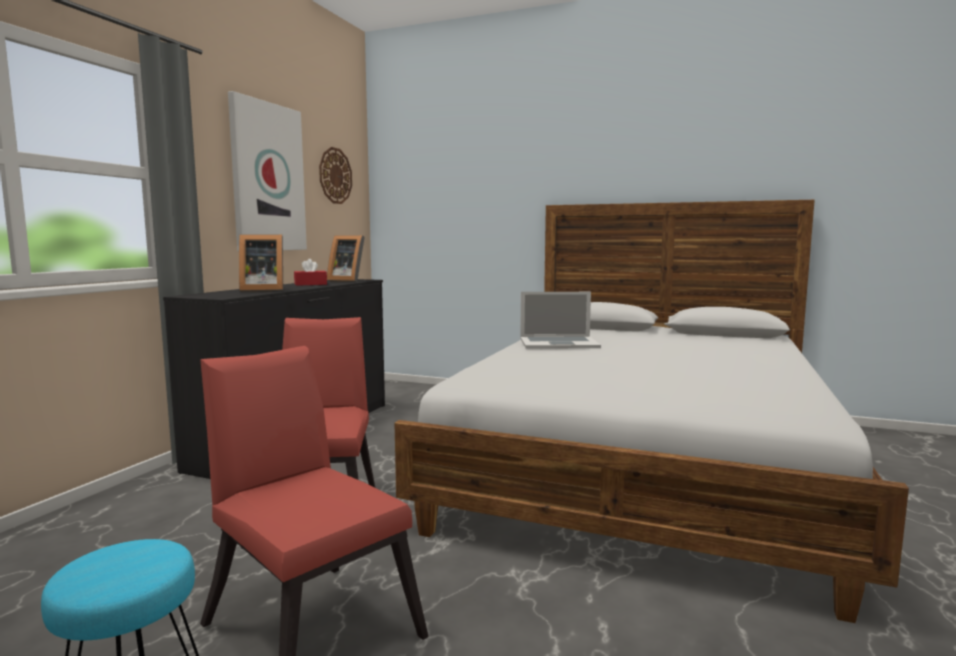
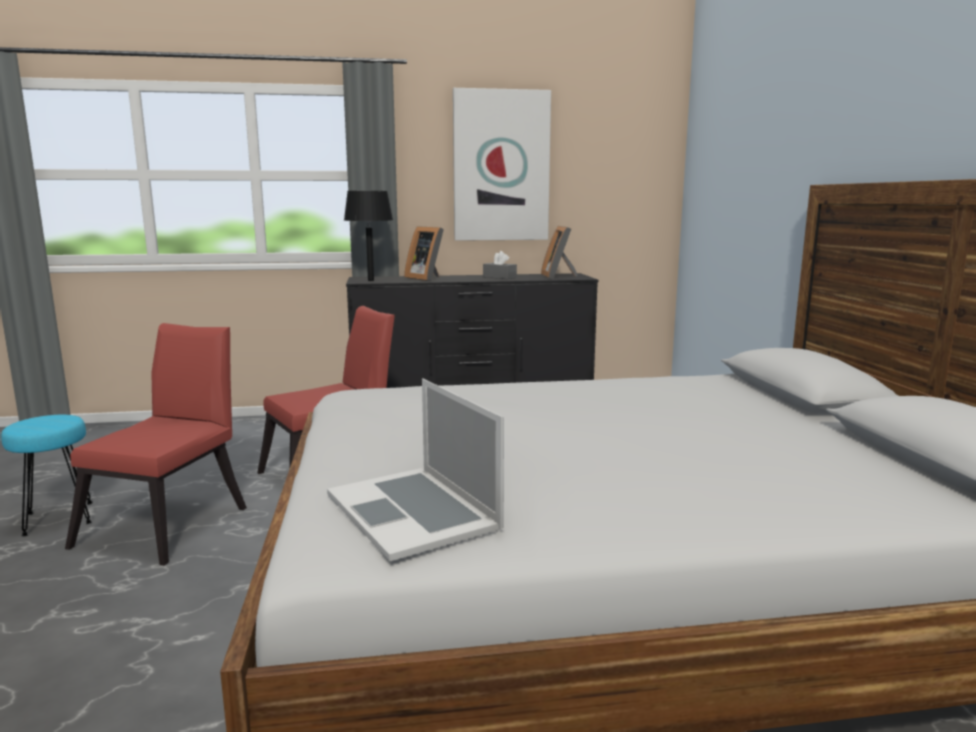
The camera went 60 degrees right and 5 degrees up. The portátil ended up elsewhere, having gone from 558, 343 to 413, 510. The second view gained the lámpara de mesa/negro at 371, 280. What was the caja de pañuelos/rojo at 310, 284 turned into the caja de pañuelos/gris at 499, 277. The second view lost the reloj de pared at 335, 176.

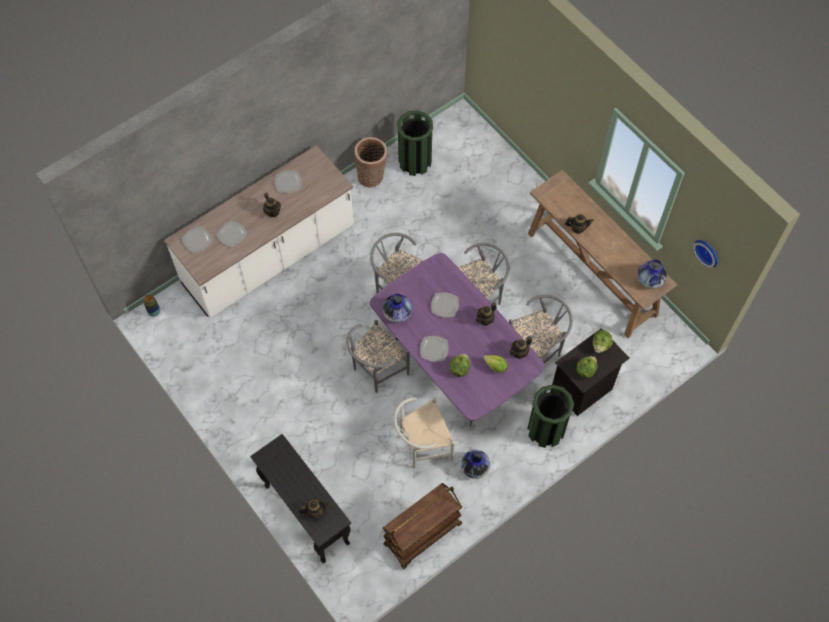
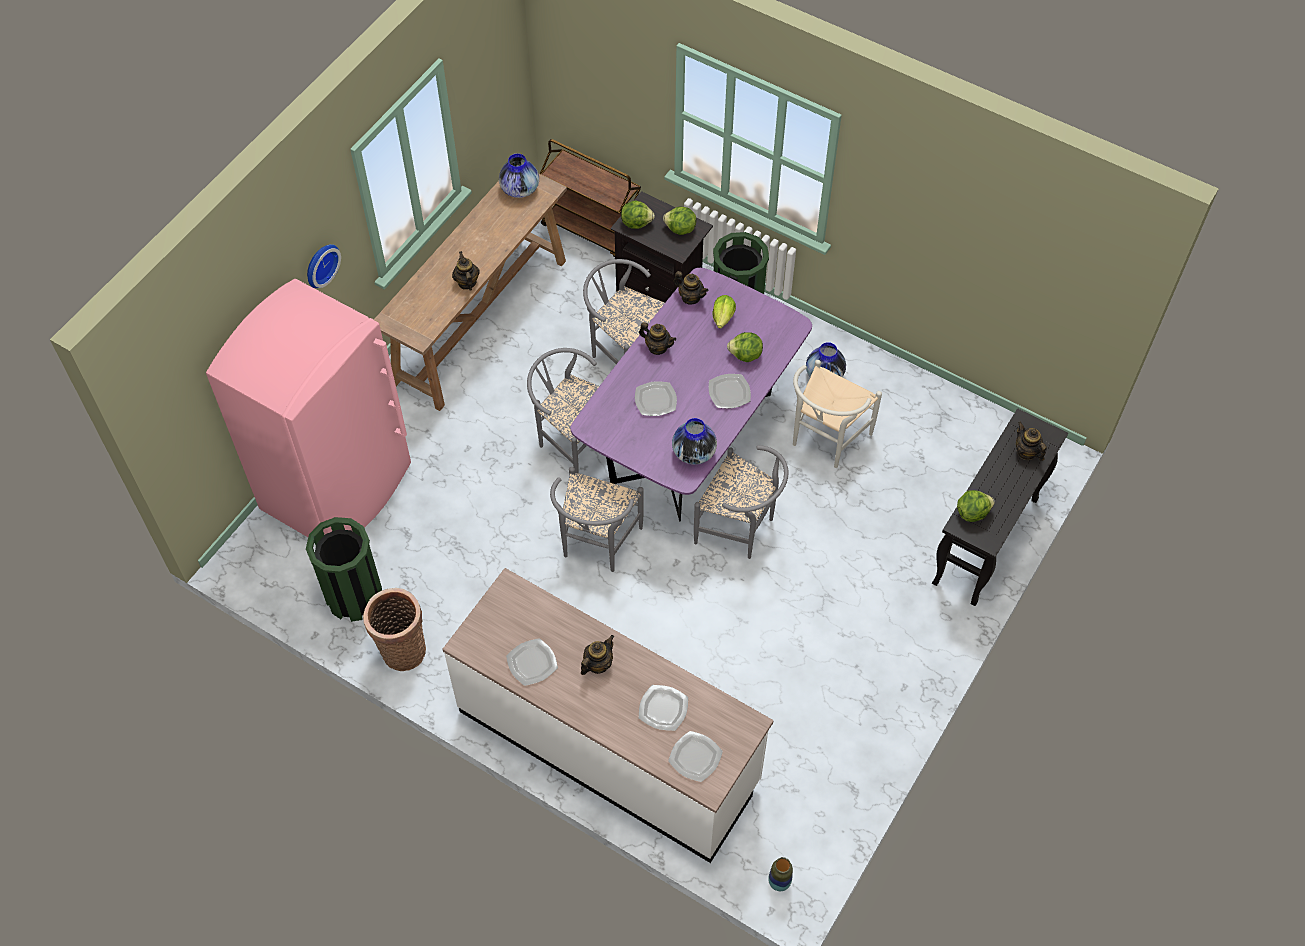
The camera went 110 degrees left and 5 degrees down. The second view gained the nevera/rosa at 338, 487. The reloj de pared ended up elsewhere, having gone from 708, 252 to 320, 264. The carrito/marrón ended up elsewhere, having gone from 422, 535 to 593, 231. The silla/blanco at 421, 446 ended up facing another way, 75 degrees clockwise from before. The second view gained the lechuga at 972, 512.

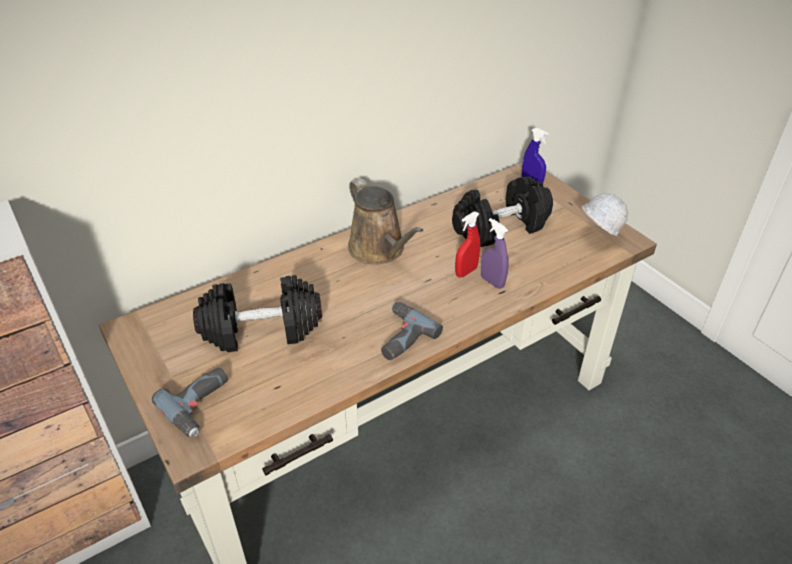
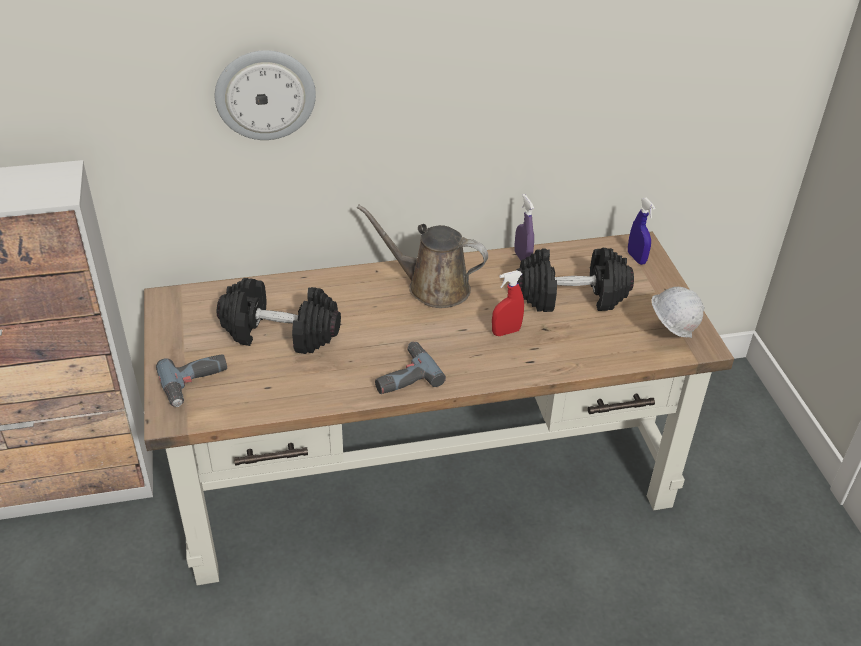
The camera went 20 degrees right and 0 degrees up. The second view gained the reloj de pared at 265, 94. The regadera/marrón at 379, 250 ended up facing another way, 120 degrees clockwise from before. The pulverizador/morado ended up elsewhere, having gone from 492, 282 to 522, 258.

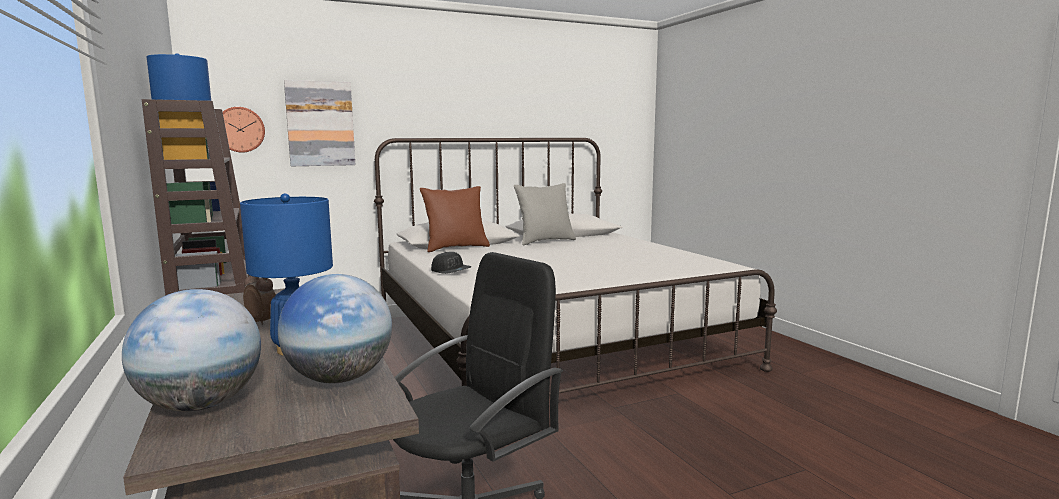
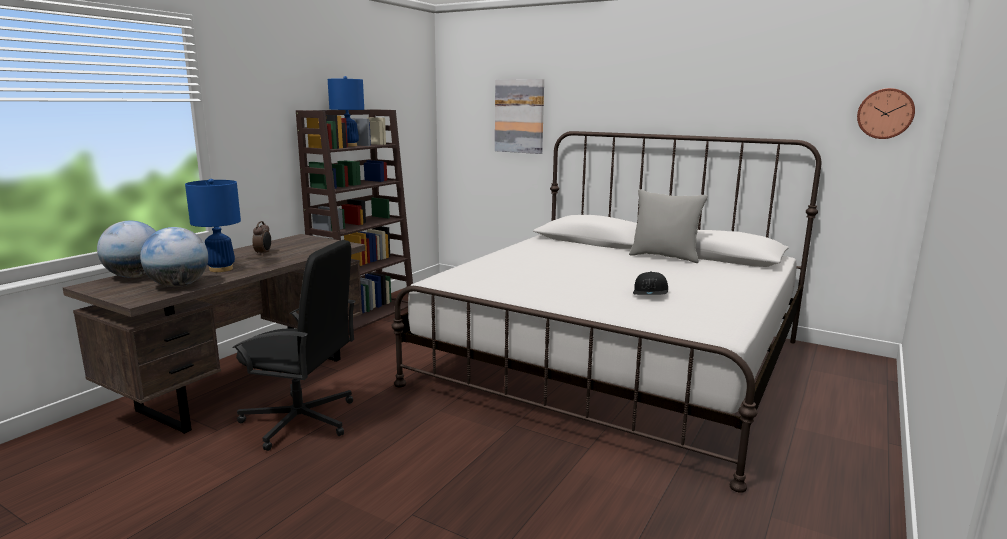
The camera went 55 degrees right and 5 degrees up. The gorra/negro ended up elsewhere, having gone from 451, 271 to 650, 293. The reloj de pared ended up elsewhere, having gone from 240, 129 to 885, 113. The second view lost the cojín/marrón at 456, 248.

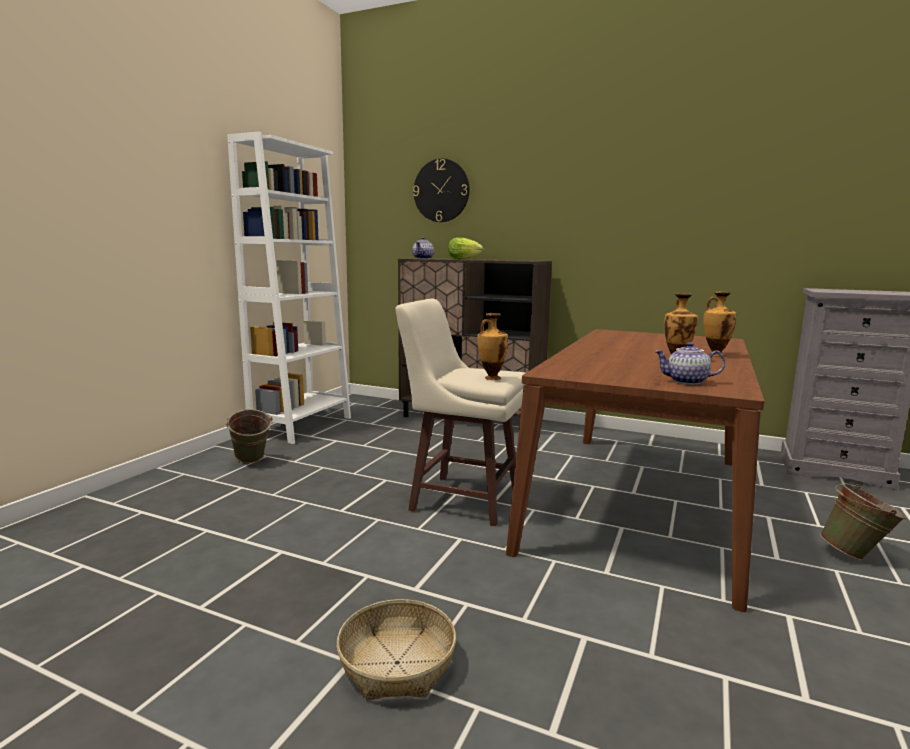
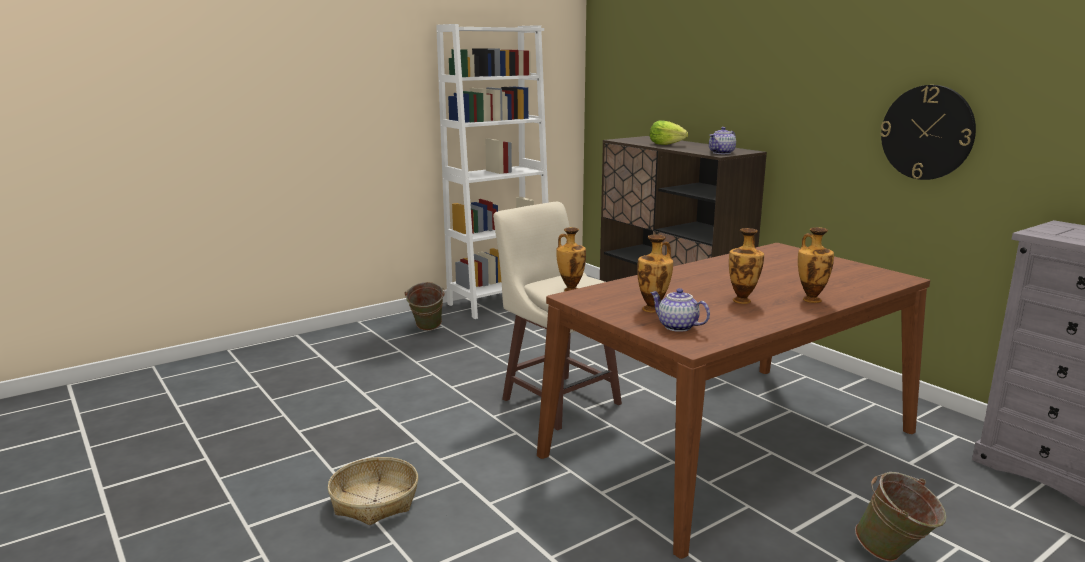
The camera went 30 degrees right and 5 degrees up. The second view gained the florero at 653, 309. The tetera ended up elsewhere, having gone from 423, 258 to 722, 153. The reloj de pared ended up elsewhere, having gone from 441, 190 to 927, 132.

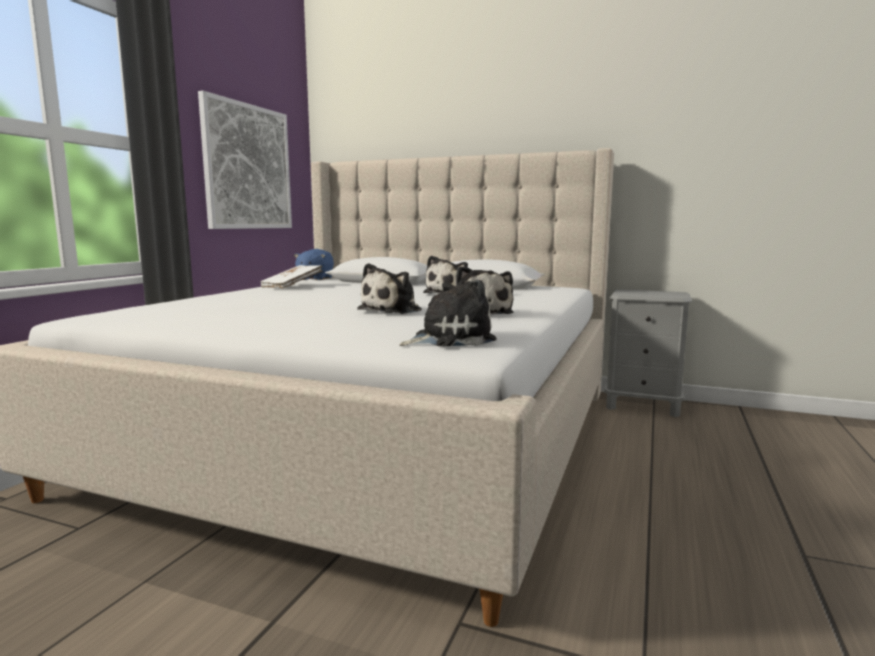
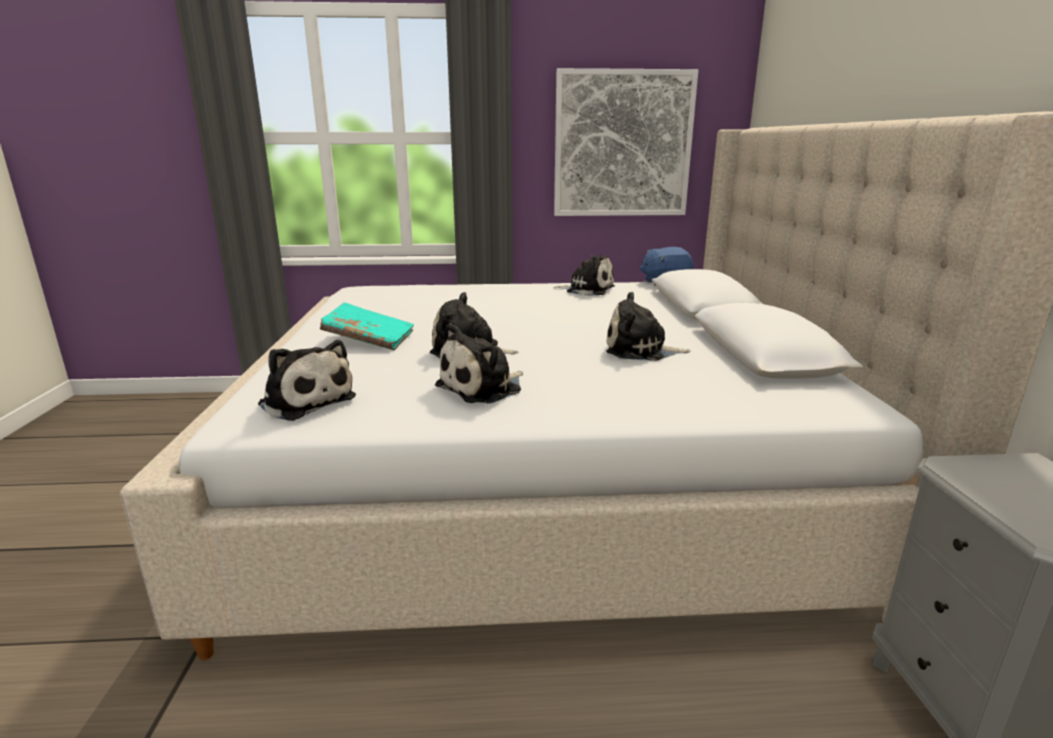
The camera went 65 degrees right and 10 degrees up. The second view gained the libro/turquesa at 369, 340. Where the libro/blanco stood at 292, 286, the peluche came to stand at 587, 290.

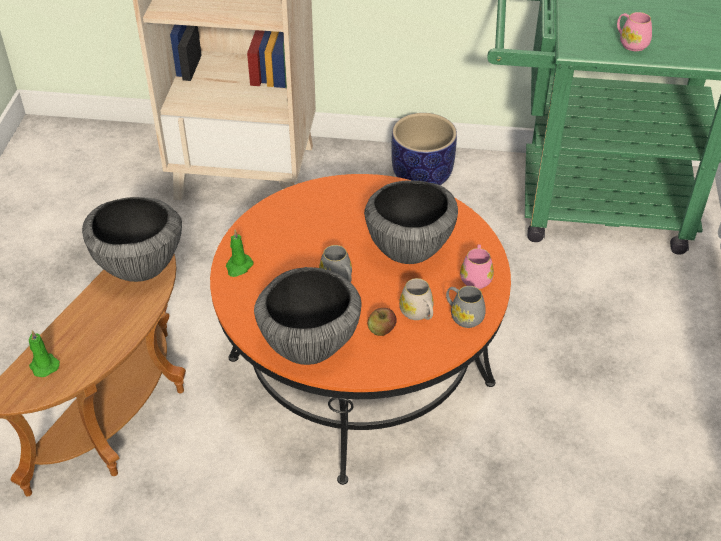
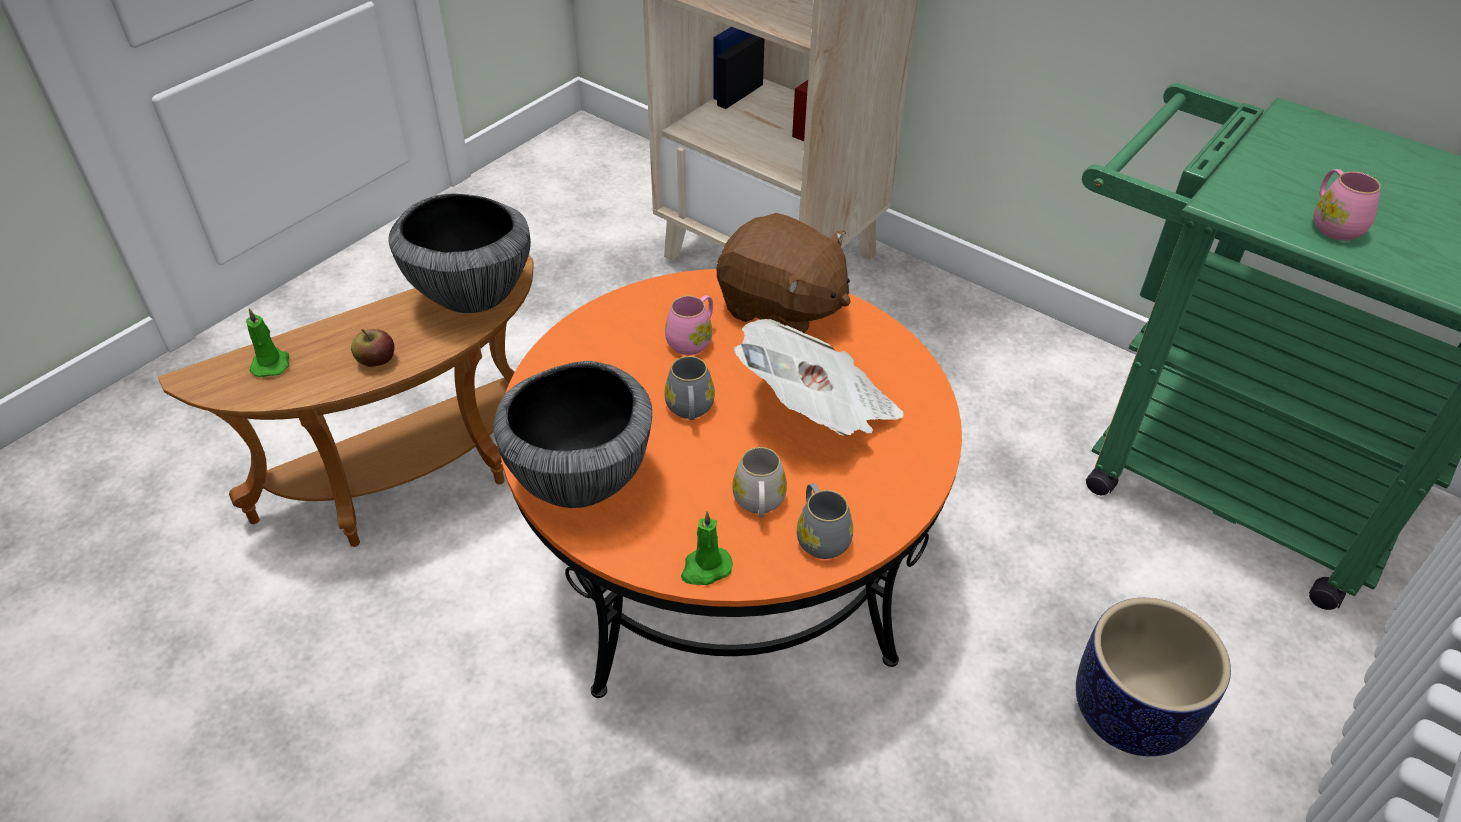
The camera went 30 degrees right and 0 degrees up. The manzana ended up elsewhere, having gone from 381, 330 to 376, 361. The taza grande/rosa ended up elsewhere, having gone from 476, 277 to 693, 340. The vela/verde ended up elsewhere, having gone from 238, 267 to 705, 568. The second view gained the peluche/marrón at 781, 309. Where the cuenco stood at 409, 249, the periódico came to stand at 818, 410. The maceta ended up elsewhere, having gone from 421, 176 to 1128, 711.

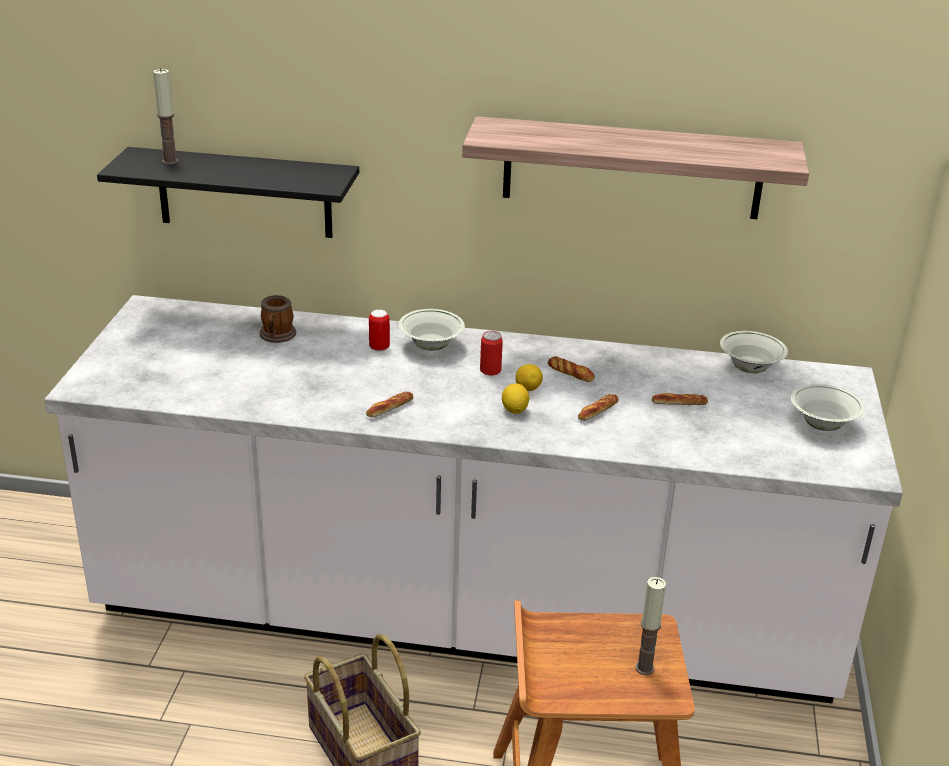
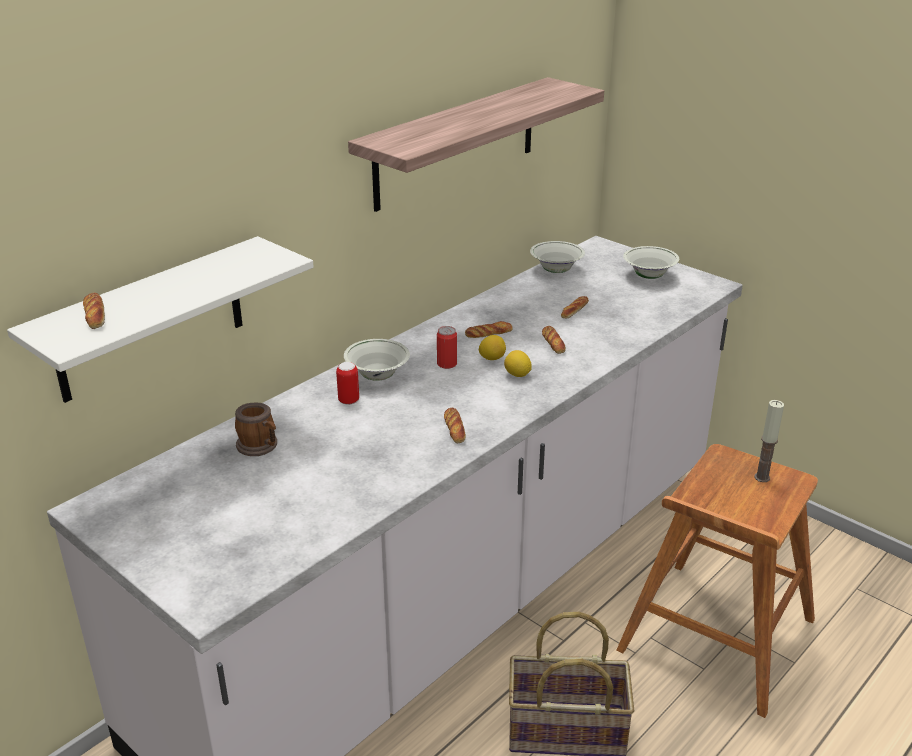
The camera went 55 degrees left and 0 degrees up. What was the estante/negro at 244, 193 turned into the estante/blanco at 150, 320. Where the vela stood at 170, 161, the pan came to stand at 95, 315.

